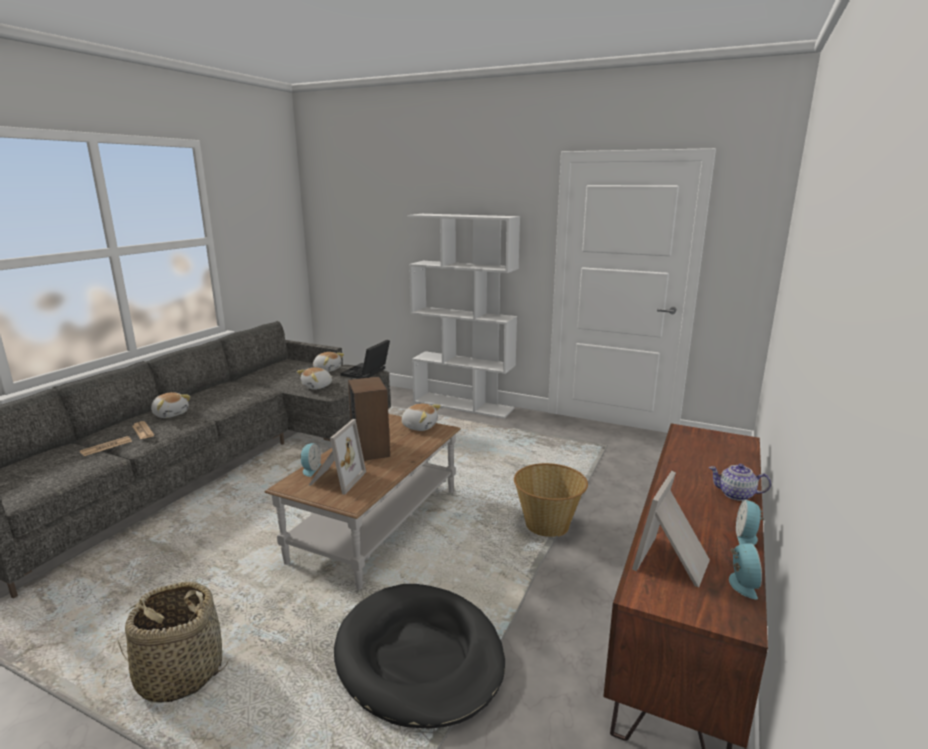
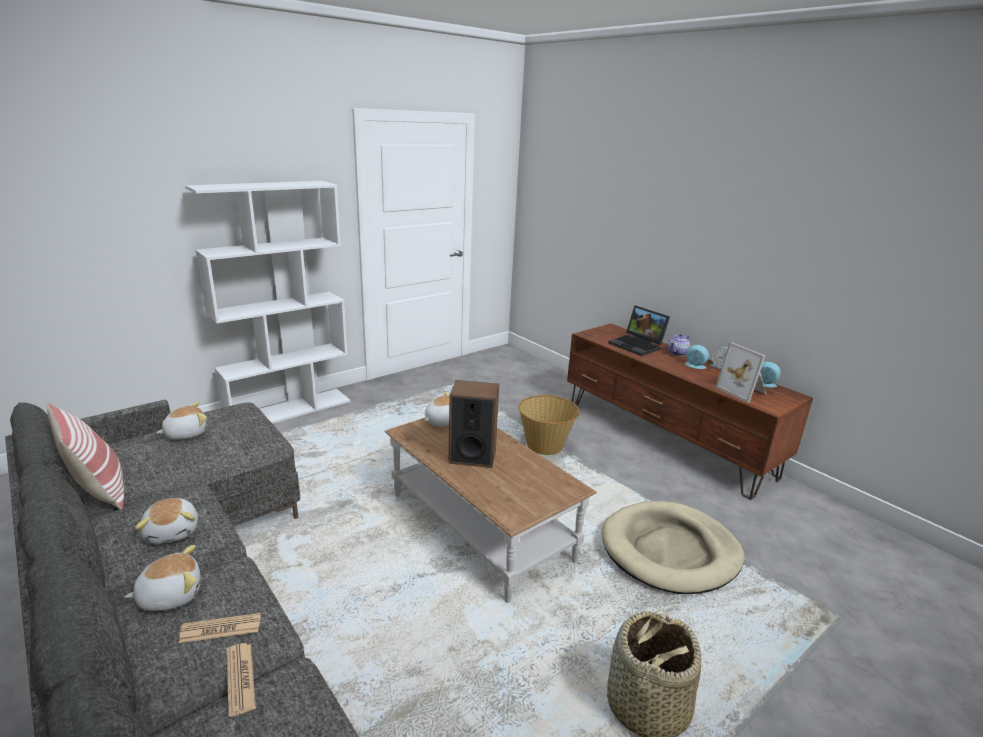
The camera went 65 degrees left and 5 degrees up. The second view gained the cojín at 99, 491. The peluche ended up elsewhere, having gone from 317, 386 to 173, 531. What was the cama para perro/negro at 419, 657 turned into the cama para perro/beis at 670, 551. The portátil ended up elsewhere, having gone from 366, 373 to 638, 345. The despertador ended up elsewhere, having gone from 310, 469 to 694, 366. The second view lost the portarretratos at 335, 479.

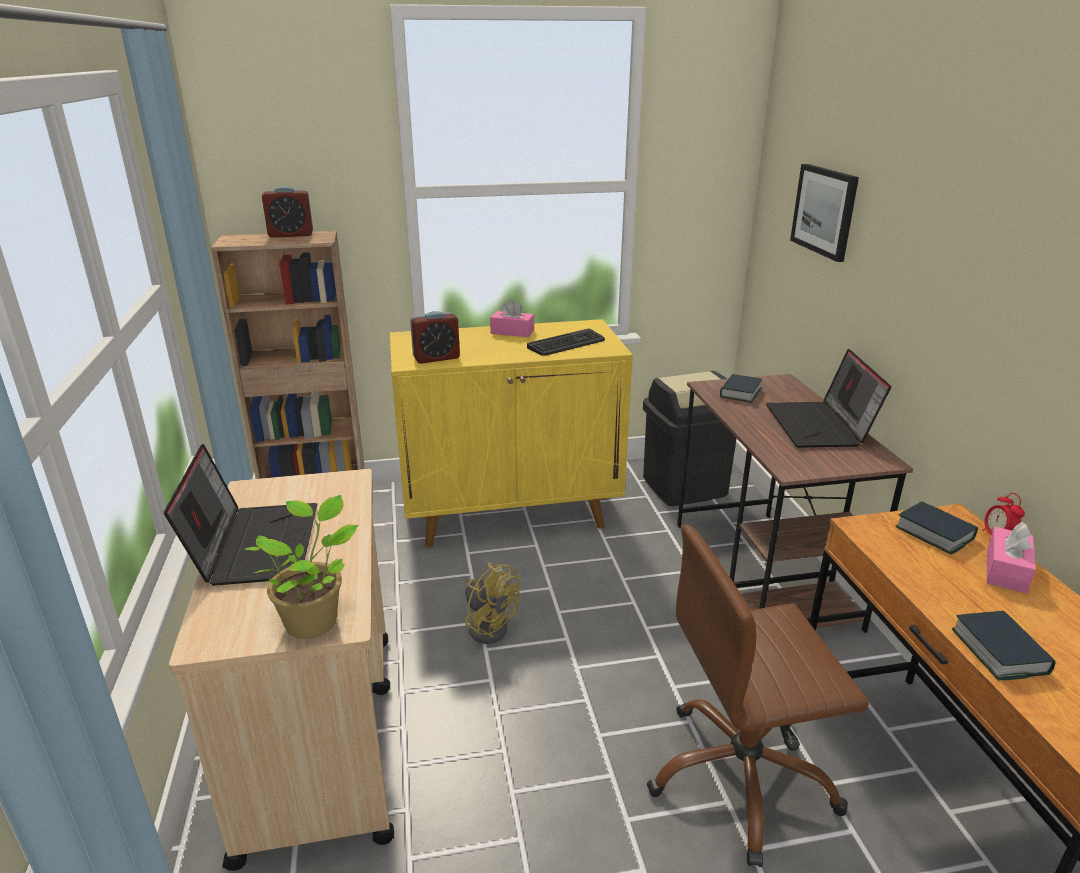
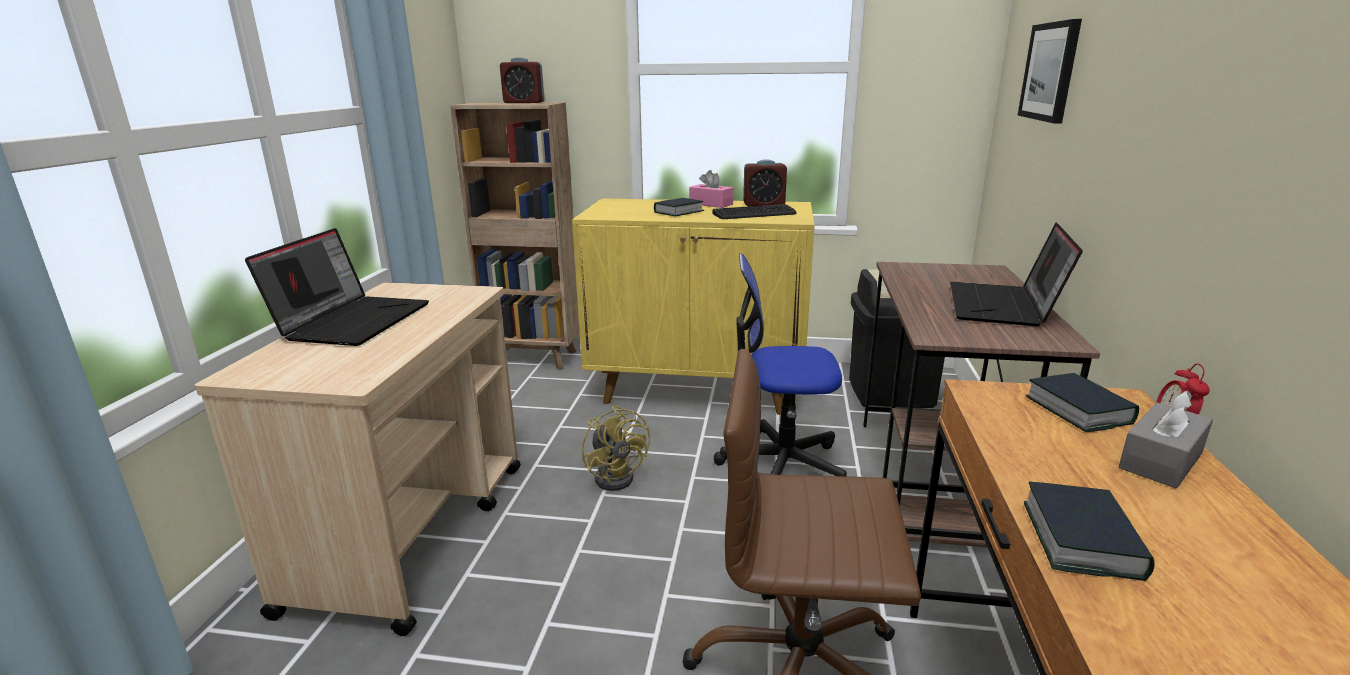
The camera went 20 degrees right and 5 degrees down. The libro ended up elsewhere, having gone from 740, 393 to 678, 212. The second view gained the silla de oficina at 781, 464. The despertador ended up elsewhere, having gone from 436, 358 to 764, 204. What was the caja de pañuelos/rosa at 1006, 570 turned into the caja de pañuelos/gris at 1160, 460. The second view lost the planta en maceta at 314, 620.

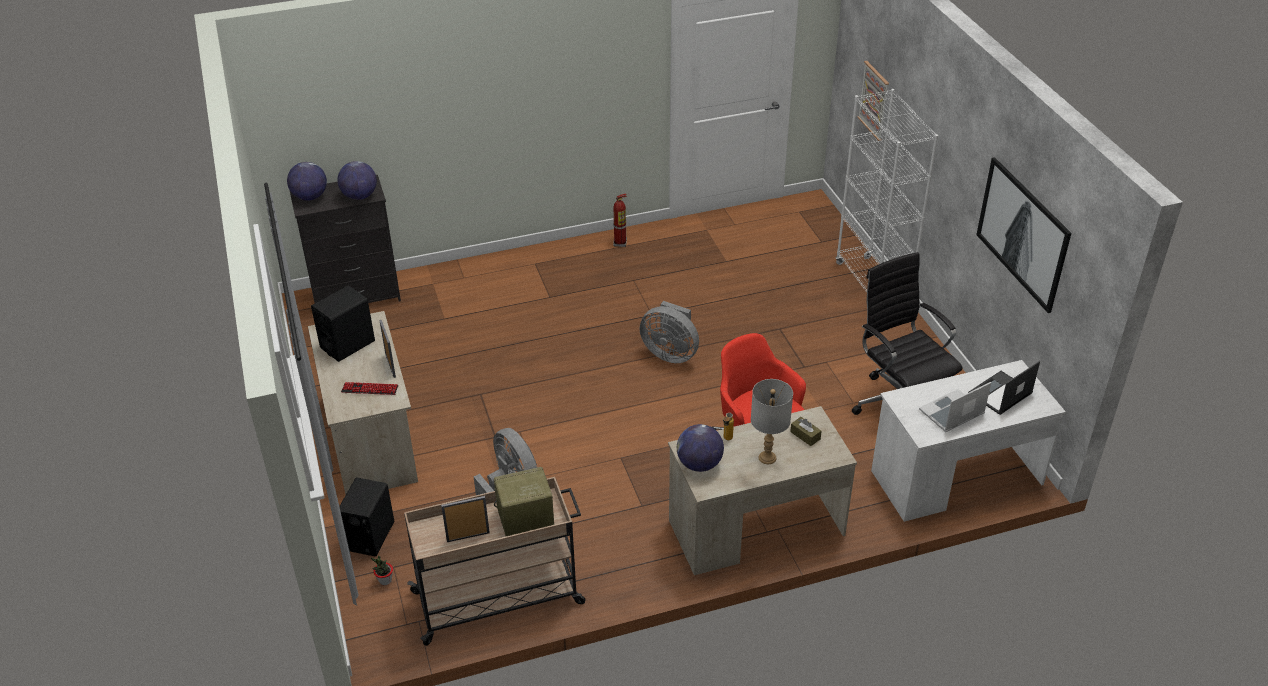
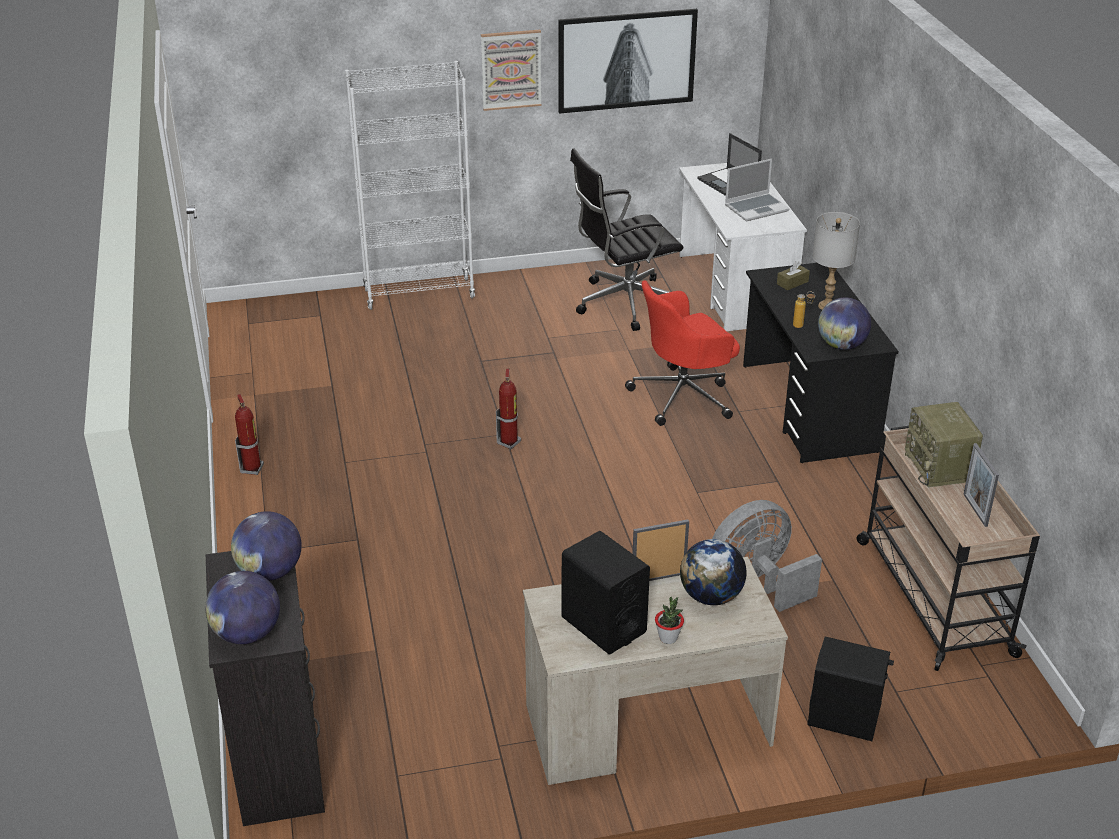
The camera went 85 degrees left and 5 degrees down. The cuadro ended up elsewhere, having gone from 874, 100 to 511, 69. Where the ventilador/gris stood at 670, 353, the extintor came to stand at 509, 442. The planta en maceta ended up elsewhere, having gone from 385, 580 to 668, 638. Where the teclado stood at 370, 389, the globo terráqueo came to stand at 711, 596. The portátil at 951, 413 ended up facing another way, 90 degrees counterclockwise from before. What was the escritorio/beis at 756, 528 turned into the escritorio/negro at 808, 408.

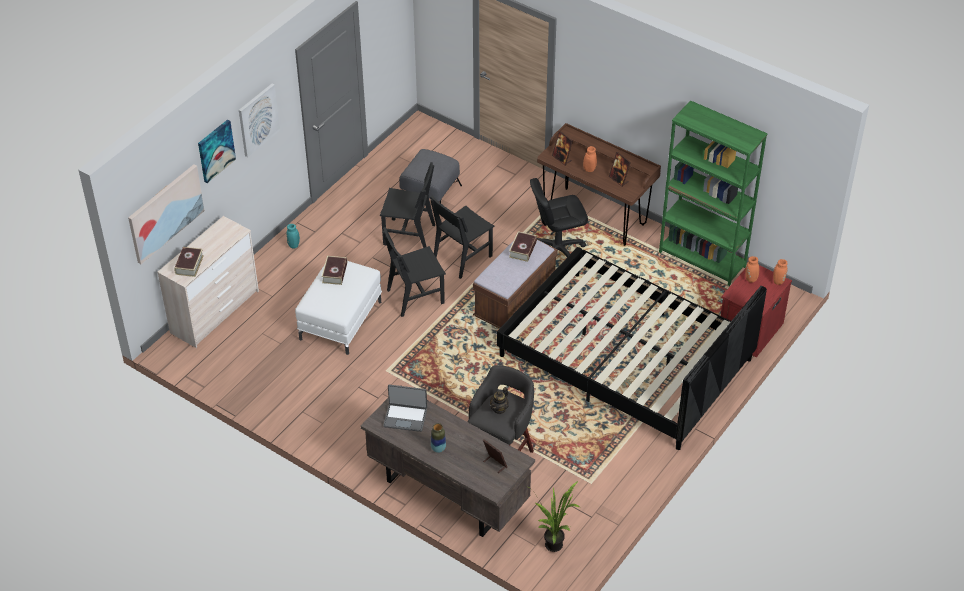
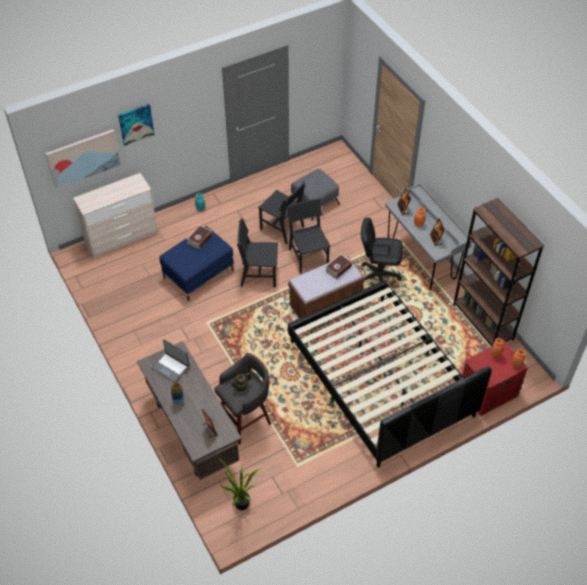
The camera went 25 degrees right and 5 degrees up. What was the puf/blanco at 340, 320 turned into the puf/azul at 198, 273. The silla/negro at 462, 257 ended up facing another way, 90 degrees clockwise from before. What was the escritorio/marrón at 595, 216 turned into the escritorio/gris at 421, 260. What was the estantería/verde at 702, 259 turned into the estantería/marrón at 483, 322. The second view lost the libro at 189, 265. The second view lost the cuadro at 258, 119.

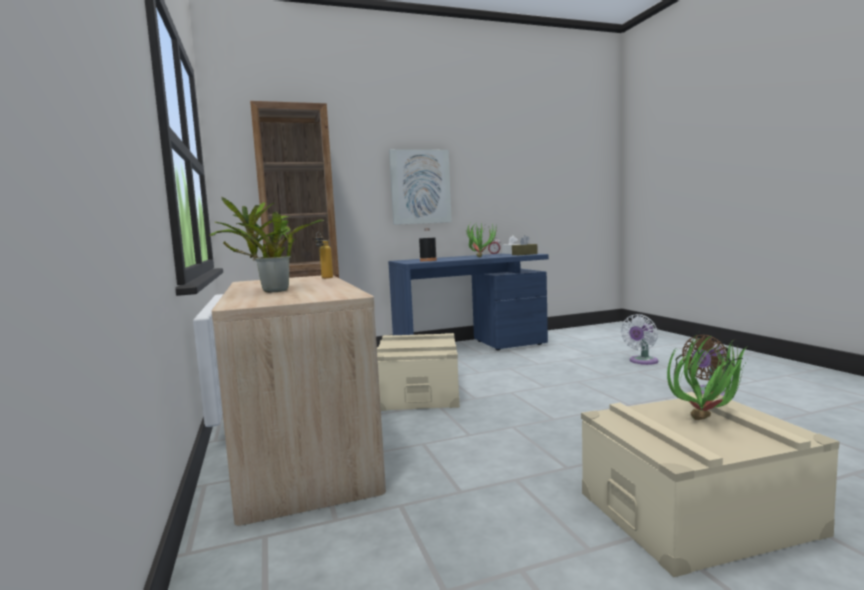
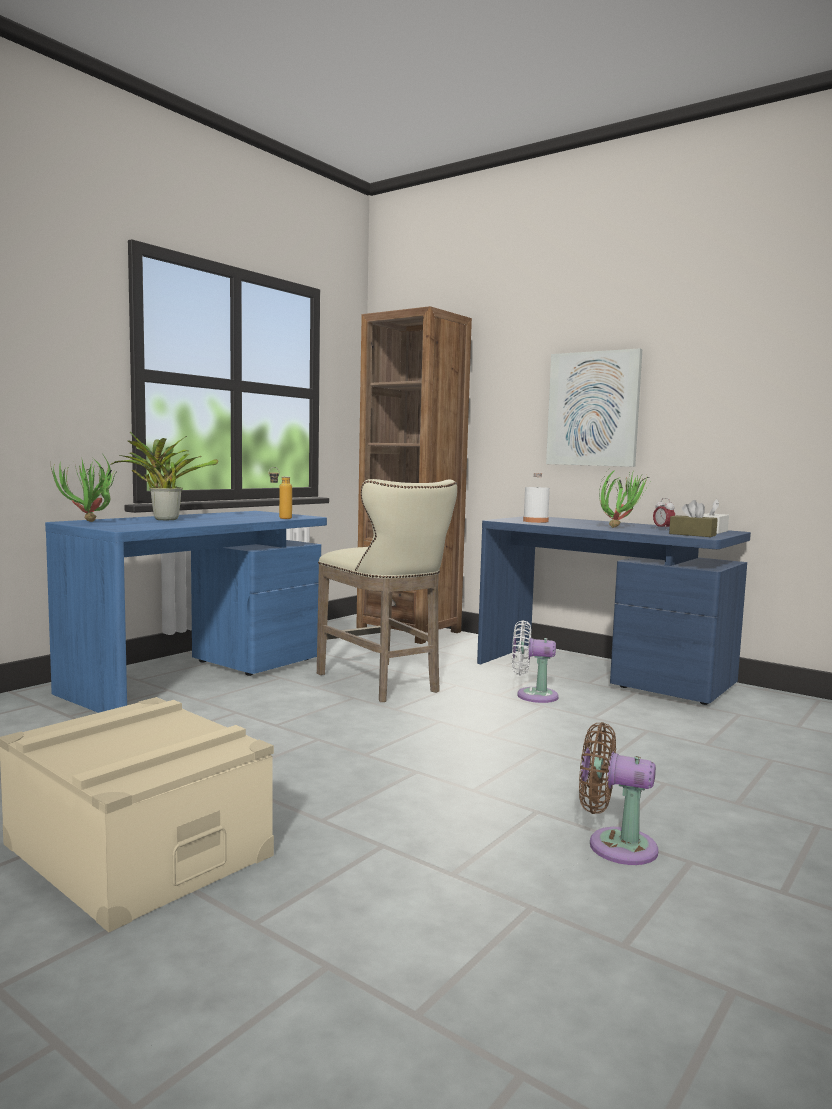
The camera went 55 degrees right and 0 degrees up. What was the escritorio/beis at 301, 445 turned into the escritorio/azul at 199, 676. The planta en maceta ended up elsewhere, having gone from 711, 421 to 89, 522. Where the caja de almacenaje/beis stood at 419, 392, the taburete/beis came to stand at 383, 684. The ventilador/blanco ended up elsewhere, having gone from 642, 361 to 532, 695. What was the botella/negro at 428, 260 turned into the botella/blanco at 535, 521.

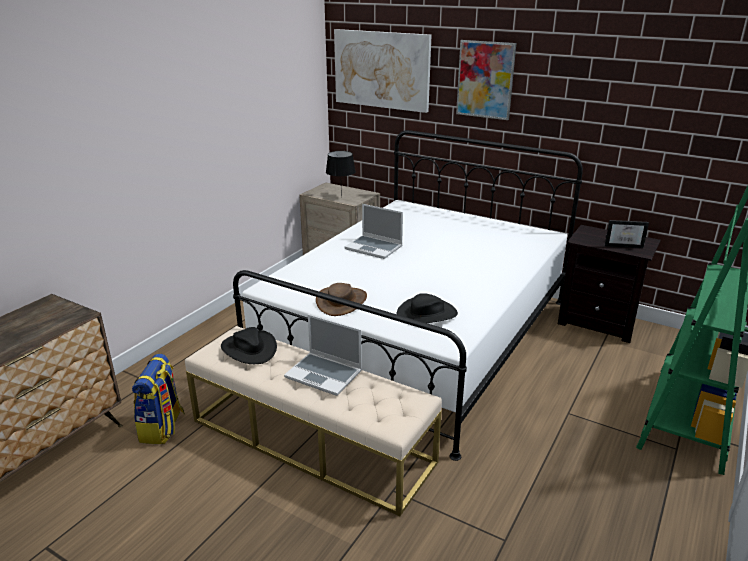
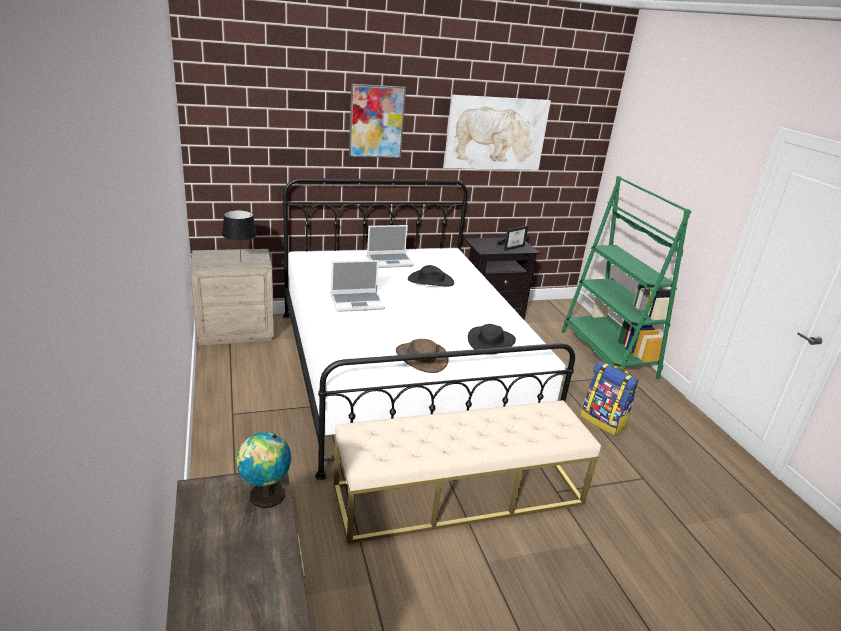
The camera went 50 degrees left and 0 degrees up. The second view gained the globo terráqueo at 264, 496. The portátil ended up elsewhere, having gone from 325, 374 to 390, 261. The sombrero/negro ended up elsewhere, having gone from 249, 348 to 430, 281. The cuadro ended up elsewhere, having gone from 381, 70 to 496, 133. The mochila ended up elsewhere, having gone from 162, 428 to 604, 421.

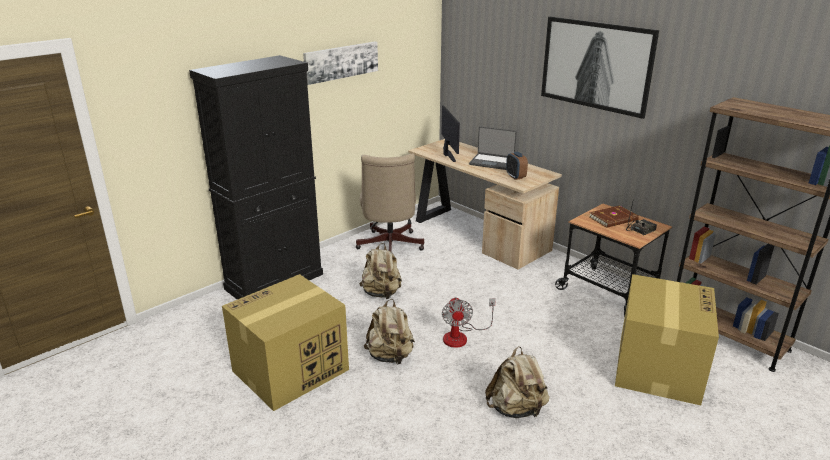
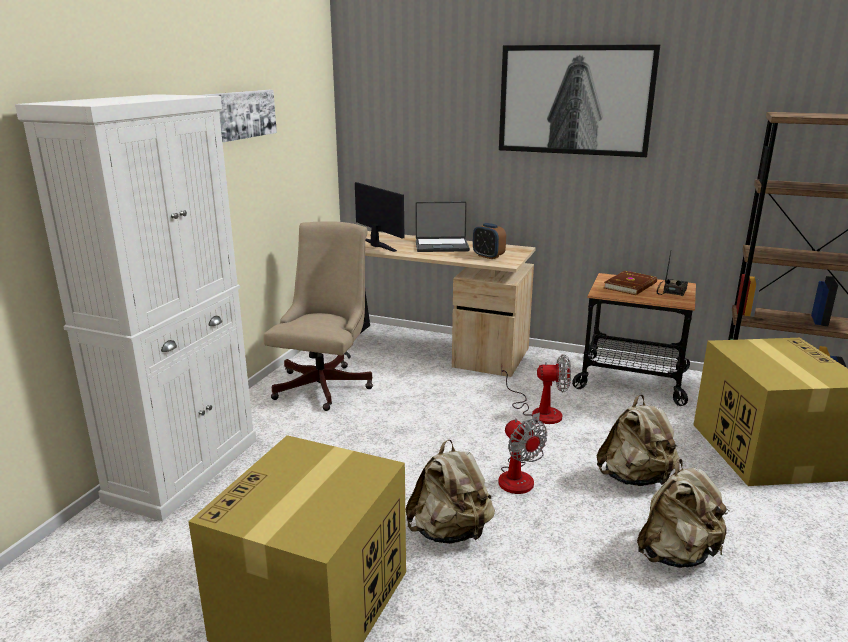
The camera went 25 degrees left and 5 degrees down. What was the armario/negro at 275, 281 turned into the armario/blanco at 185, 469. The silla de oficina/beis at 389, 247 ended up facing another way, 135 degrees counterclockwise from before. The second view gained the ventilador at 539, 411. The mochila/beis ended up elsewhere, having gone from 381, 293 to 635, 478.

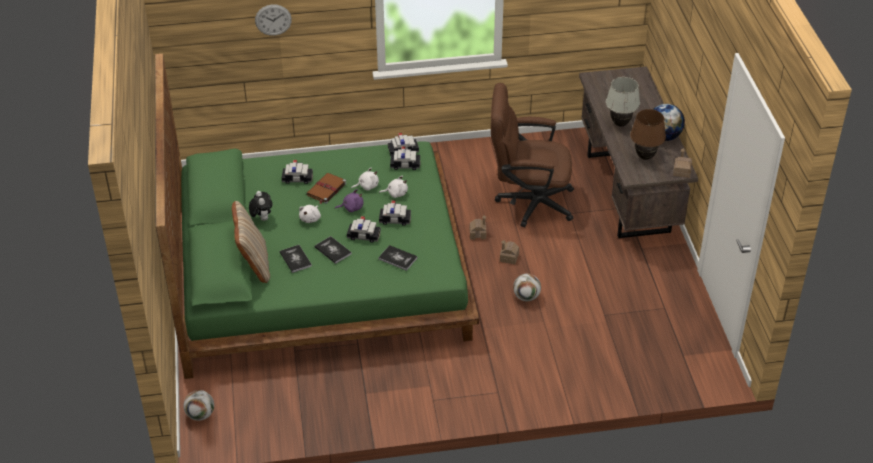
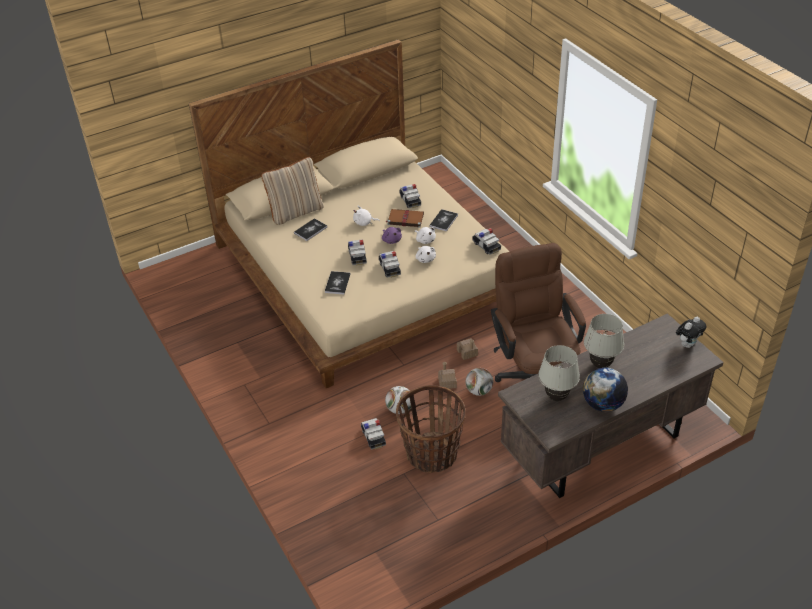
The camera went 70 degrees right and 0 degrees up. What was the cama/verde at 320, 269 turned into the cama/beis at 367, 273. The coche de juguete ended up elsewhere, having gone from 405, 165 to 373, 437. The second view gained the cesta at 431, 454. The libro ended up elsewhere, having gone from 333, 250 to 443, 221. The balón de fútbol ended up elsewhere, having gone from 200, 415 to 479, 391. What was the lámpara de mesa/marrón at 645, 157 turned into the lámpara de mesa/blanco at 556, 397. The peluche ended up elsewhere, having gone from 261, 218 to 687, 344. The second view lost the reloj de pared at 273, 20. The second view lost the casita at 682, 171.

